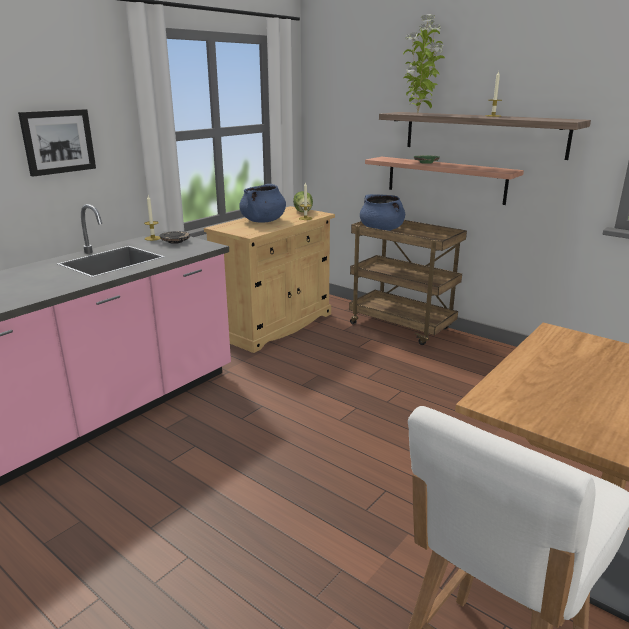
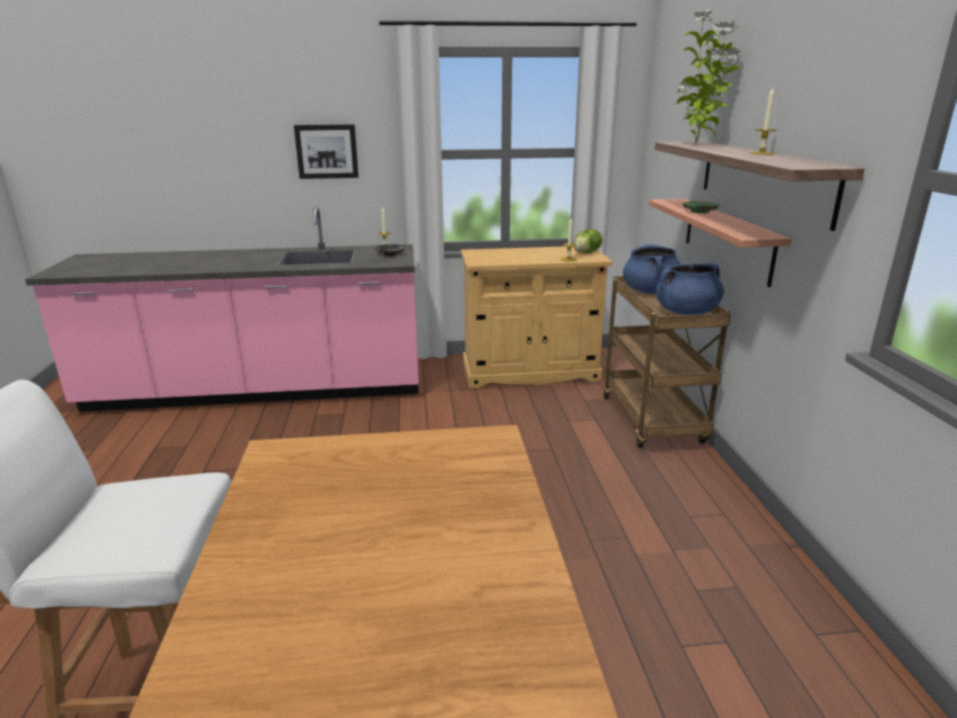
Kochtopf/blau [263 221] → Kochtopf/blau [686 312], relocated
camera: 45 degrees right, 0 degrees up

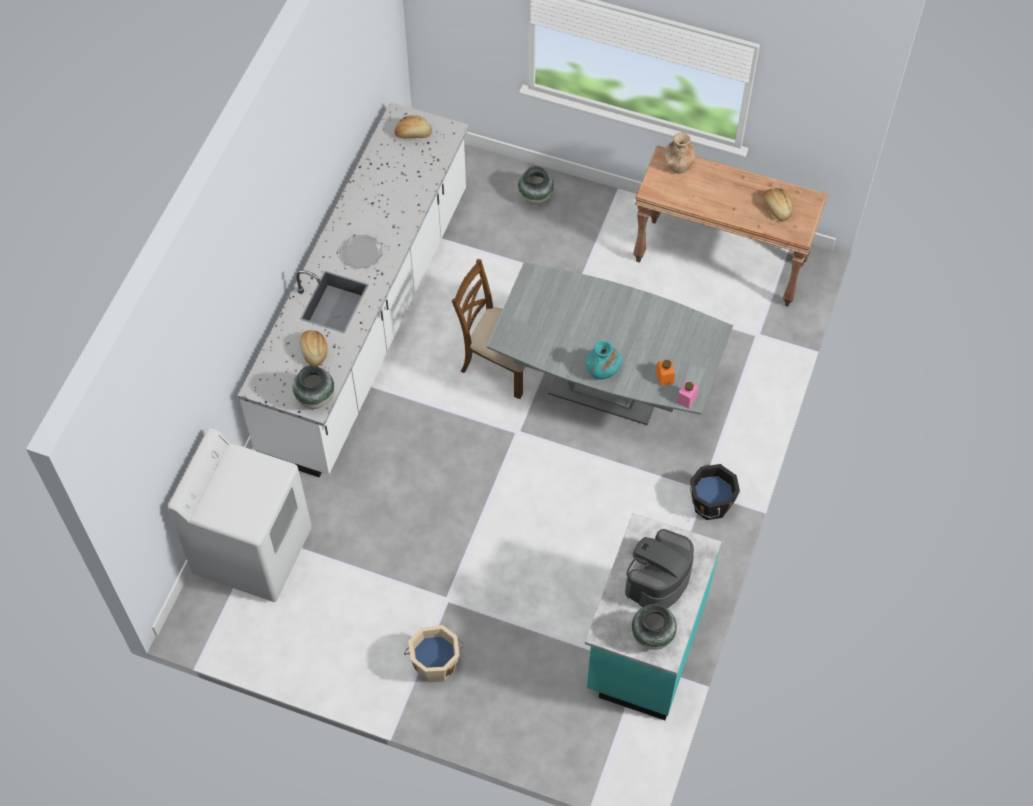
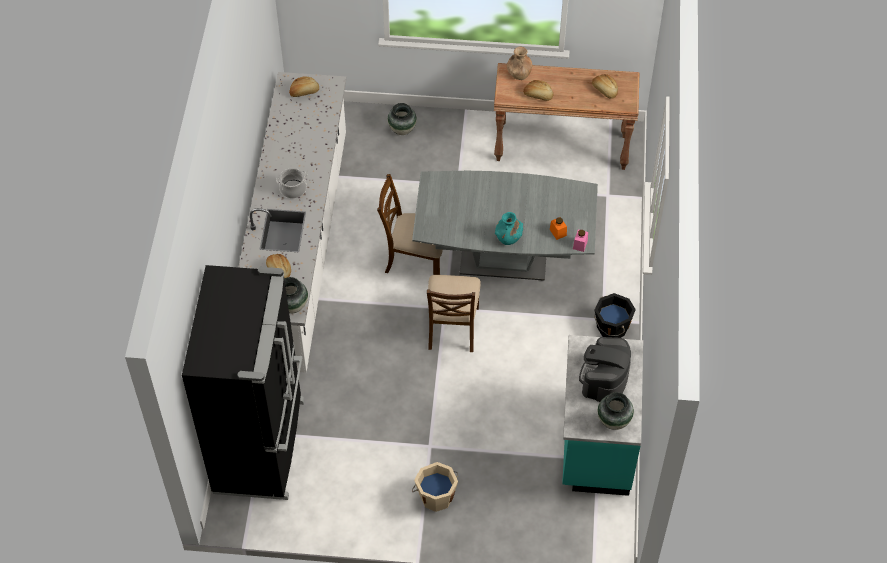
Waschmaschine/weiß [253 551] → Kühlschrank/schwarz [261 446]
Teller [362 253] → Kochtopf [293 189]
- → Stuhl/braun [452 327]
- → Brot [538 95]
camera: 15 degrees left, 5 degrees down

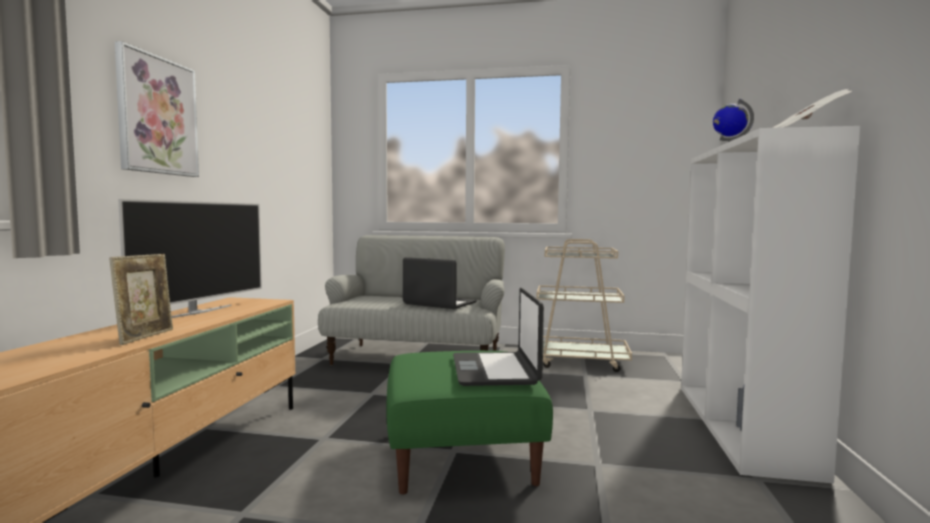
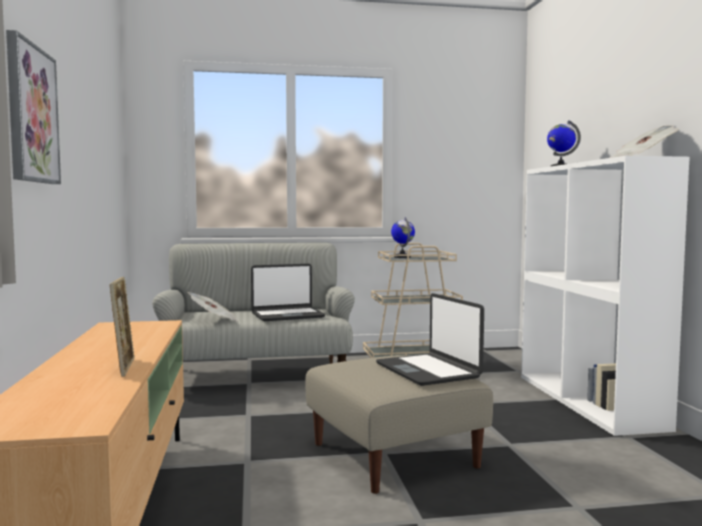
- → Zeitung [214 320]
Laptop [439 304] → Laptop [287 315], 150 degrees clockwise
Polsterhocker/grün [462 455] → Polsterhocker/beige [395 455]
- → Globus [402 257]
Fernseher [198 312] → -
camera: 20 degrees left, 0 degrees up

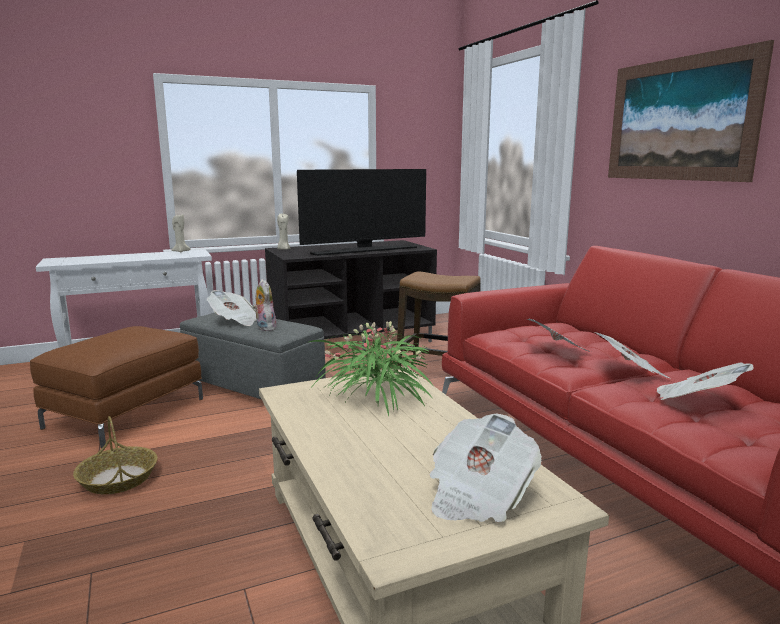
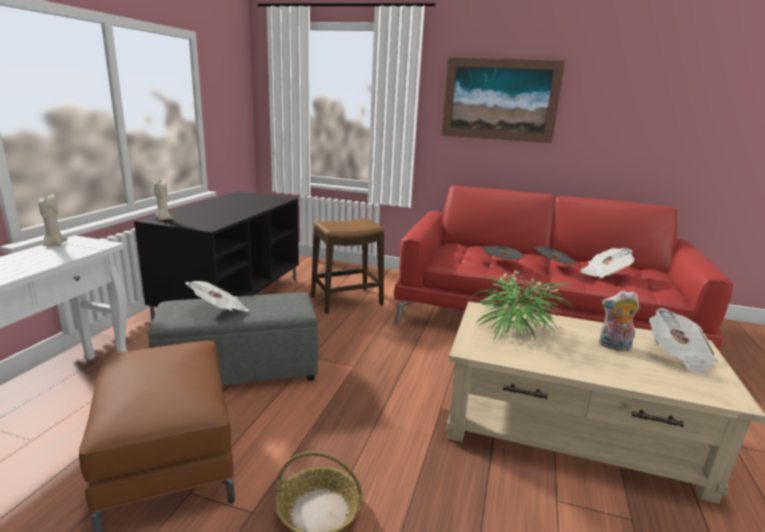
Plüschtier [264 328] → Plüschtier [613 346], relocated
Fernseher [365 251] → -
camera: 50 degrees left, 5 degrees up

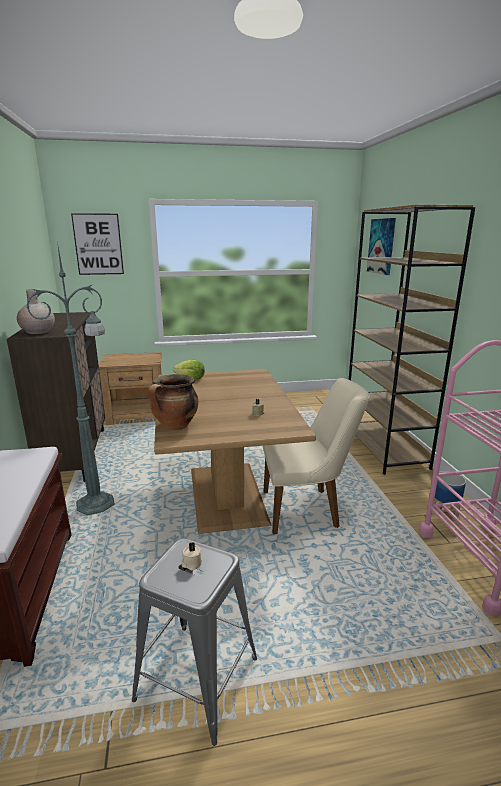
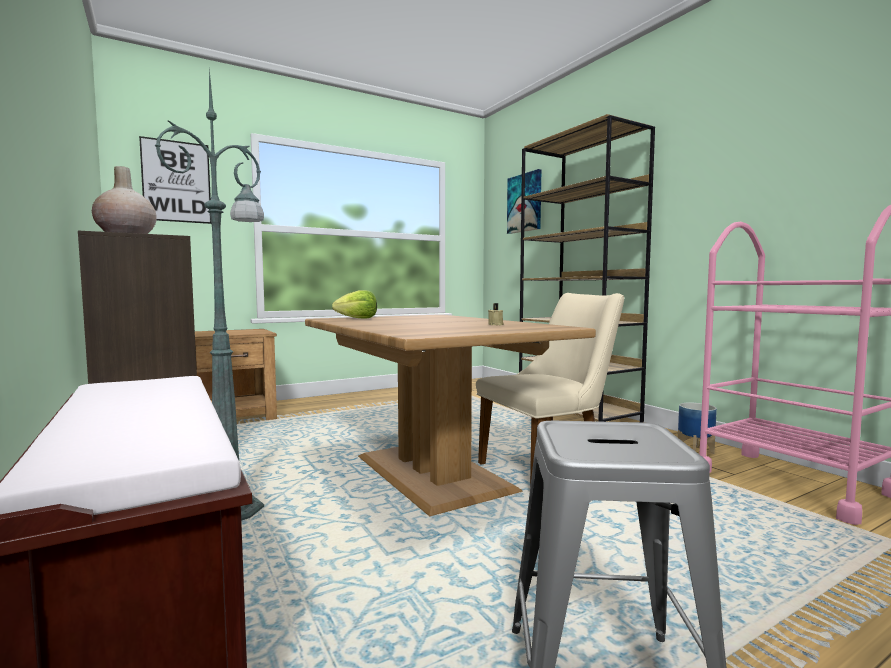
Kochtopf [175 426] → -
Kerze/beige [191 564] → -
camera: 20 degrees left, 15 degrees down

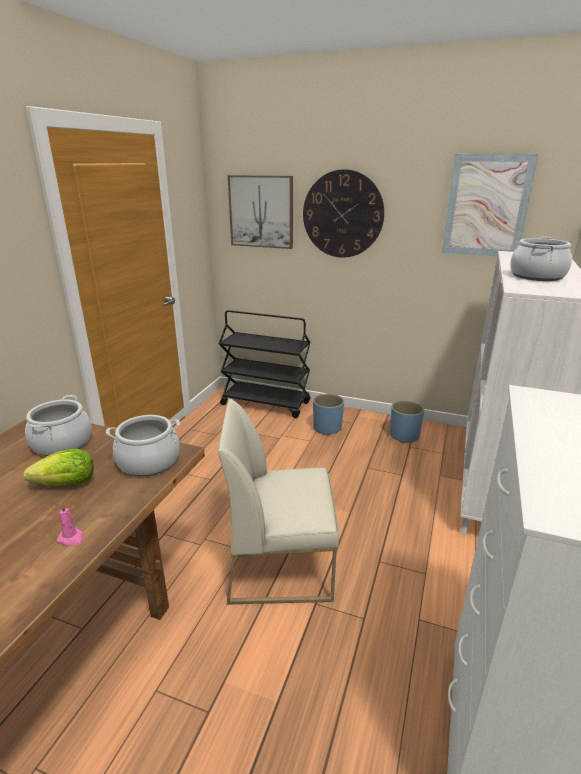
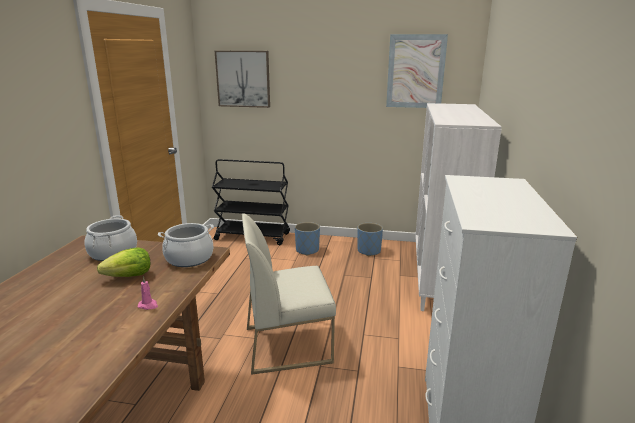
Wanduhr [342 214] → -
Kochtopf [537 276] → -
camera: 10 degrees left, 5 degrees down

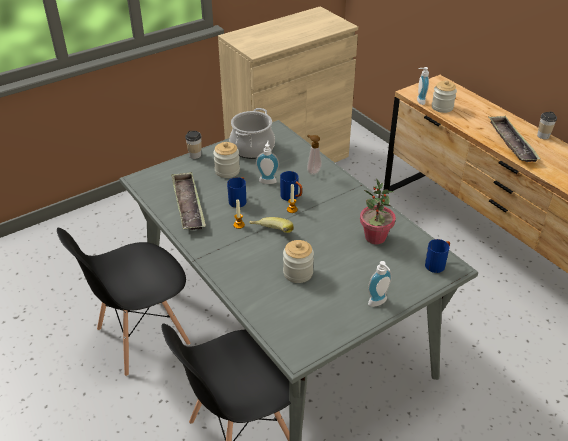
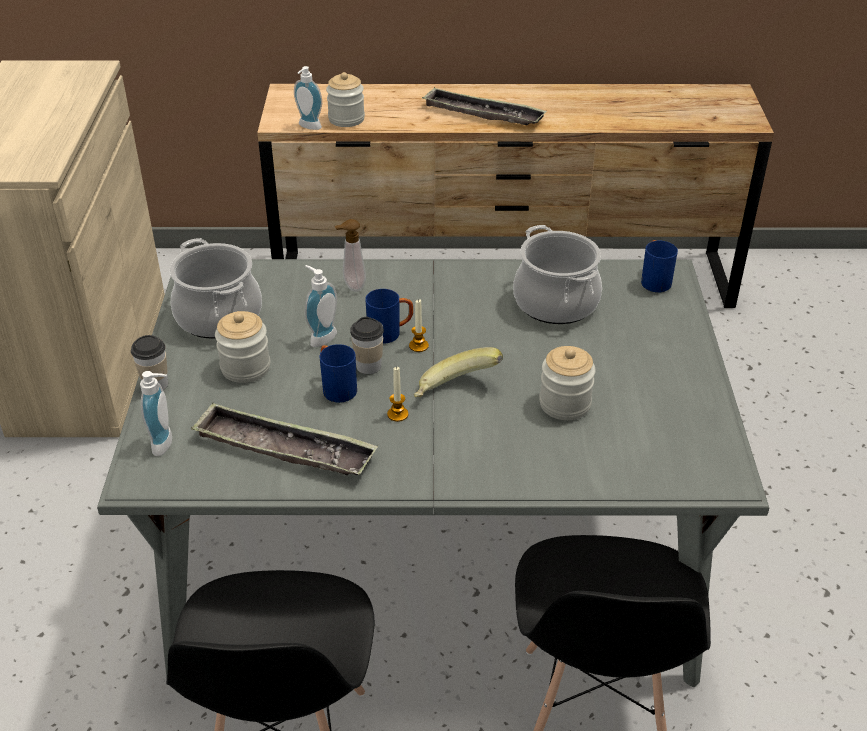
Seifenspender [379 303] → Seifenspender [166 443], relocated
Tasse [543 136] → Tasse [368 366], relocated
Topfpflanze [375 237] → Kochtopf [556 302]
camera: 55 degrees left, 0 degrees up

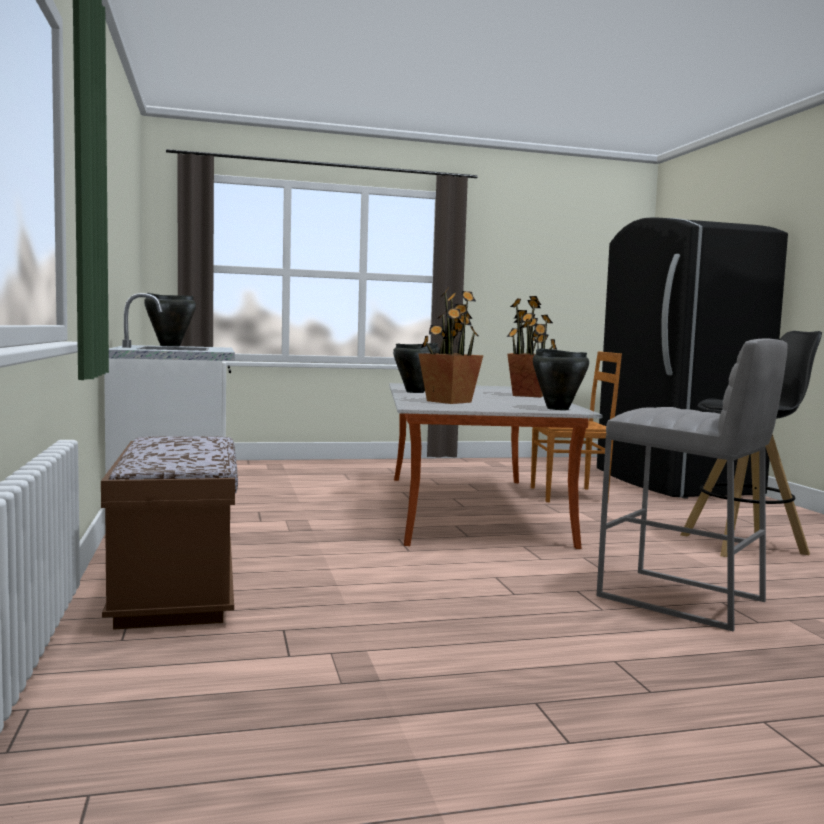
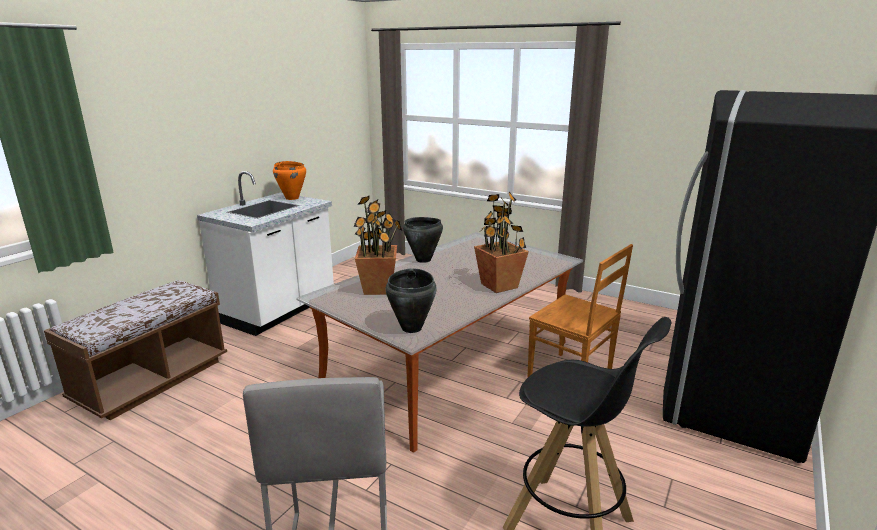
Kochtopf/schwarz [169 346] → Kochtopf/orange [292 198]
camera: 45 degrees right, 15 degrees up

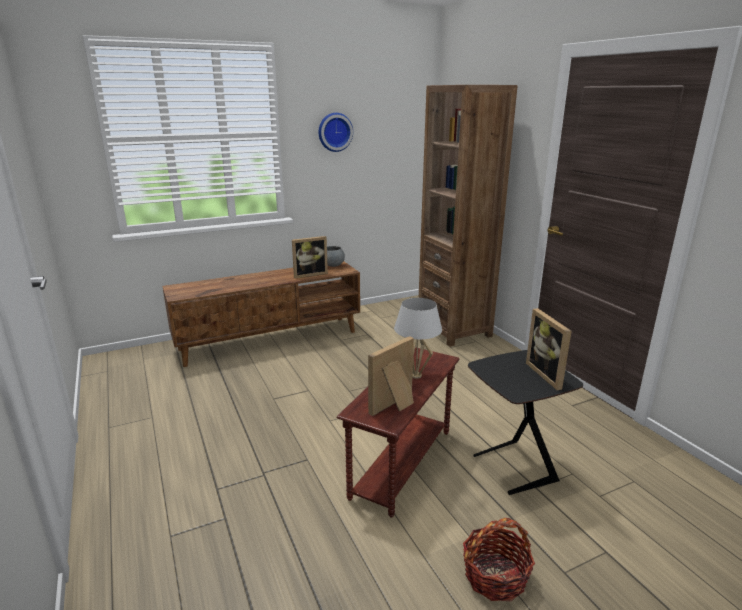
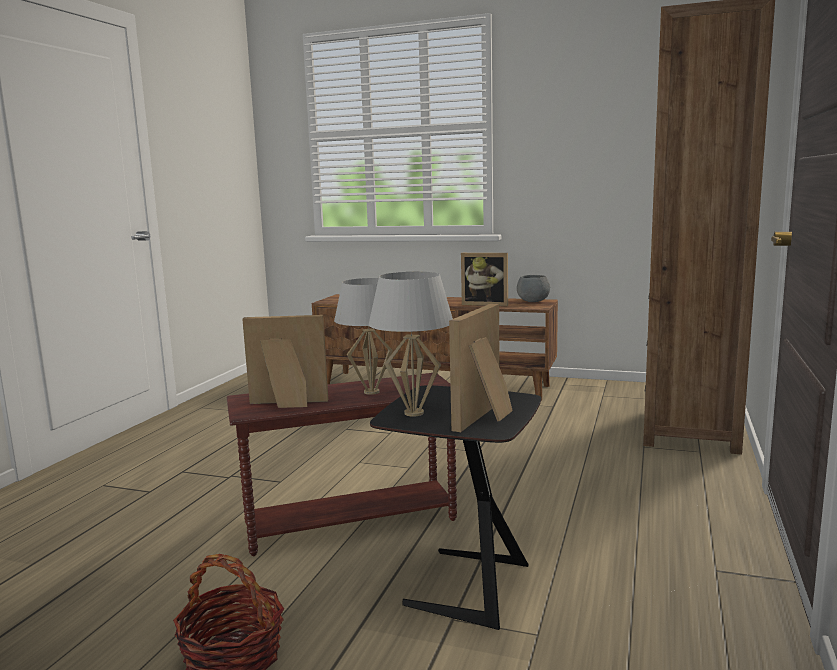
- → Tischlampe/weiß [414 413]
Wanduhr [334 132] → -
camera: 45 degrees right, 10 degrees down

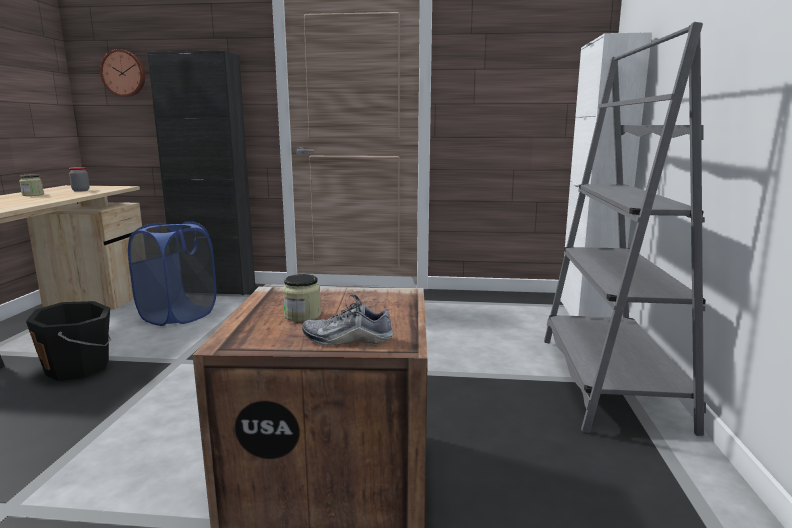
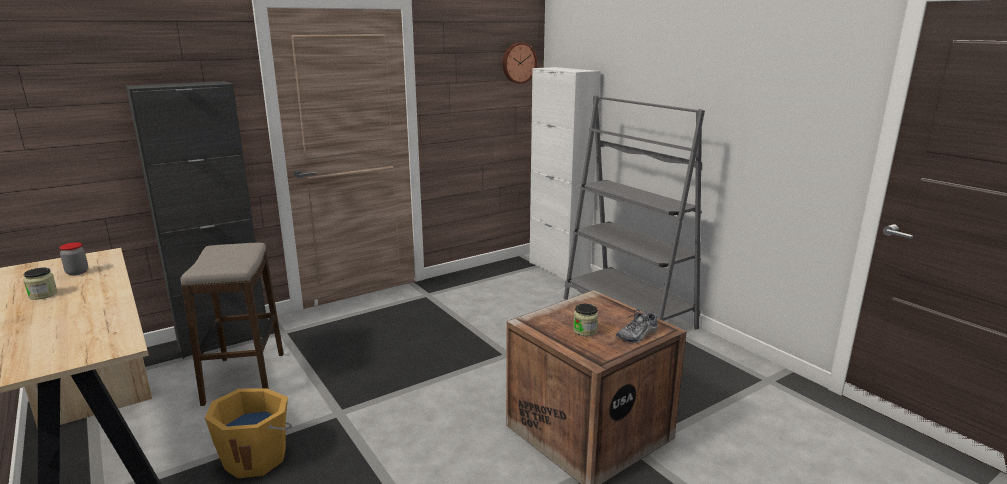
Wäschekorb/blau [178 316] → Hocker [245 378]
Eimer/schwarz [80 367] → Eimer/orange [257 457]
Wanduhr [124 73] → Wanduhr [518 63], relocated
camera: 40 degrees left, 5 degrees up

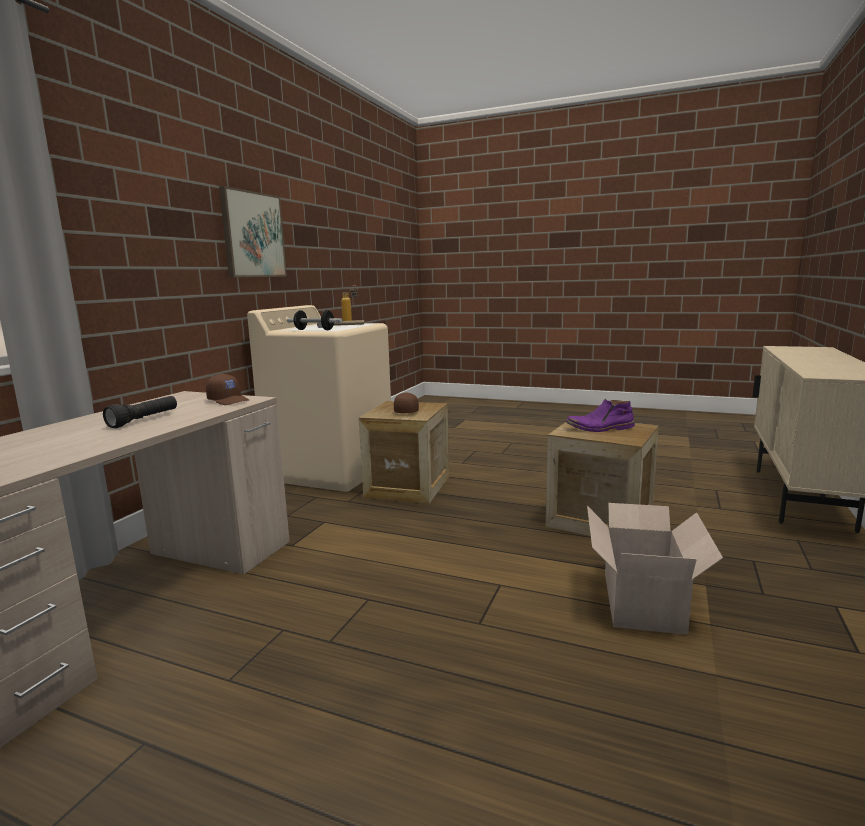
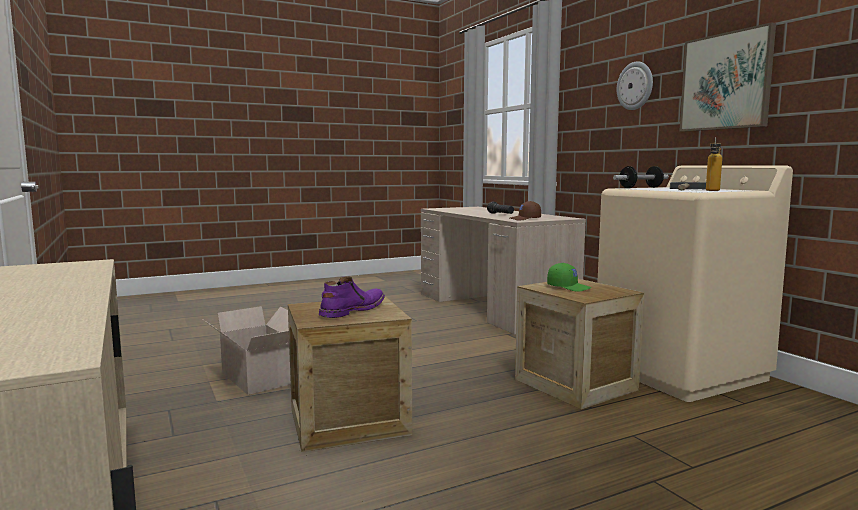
Kappe/braun [405 411] → Kappe/grün [568 287]
- → Wanduhr [635 86]
camera: 130 degrees right, 5 degrees down

